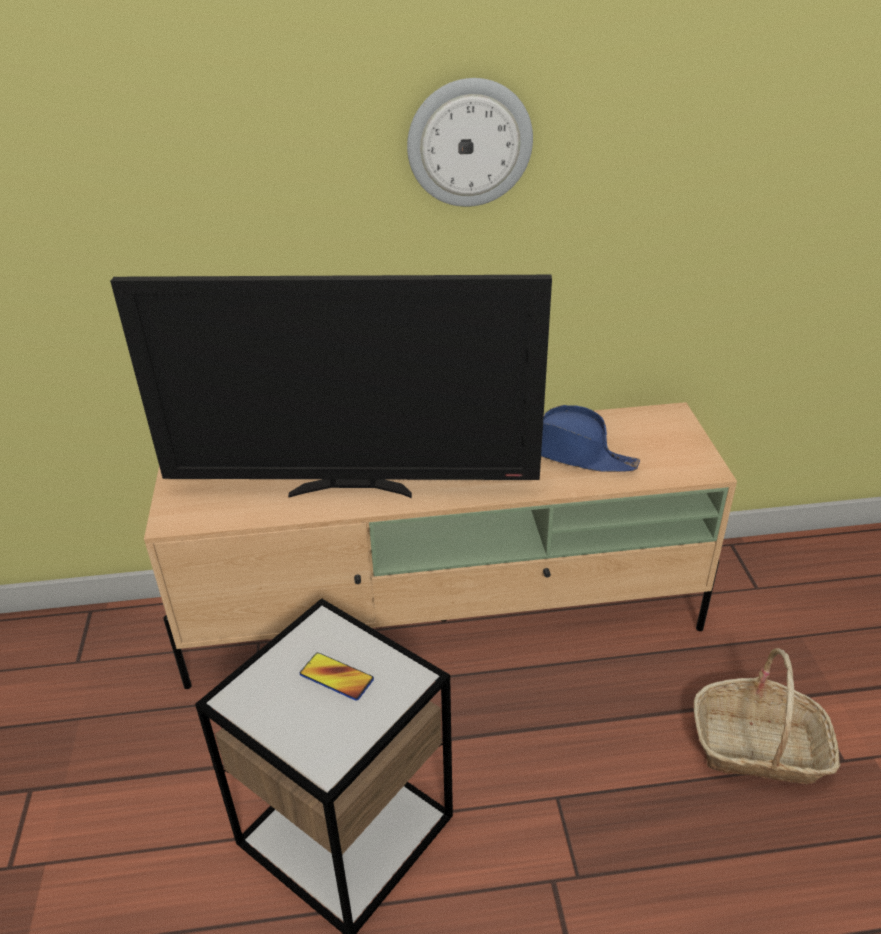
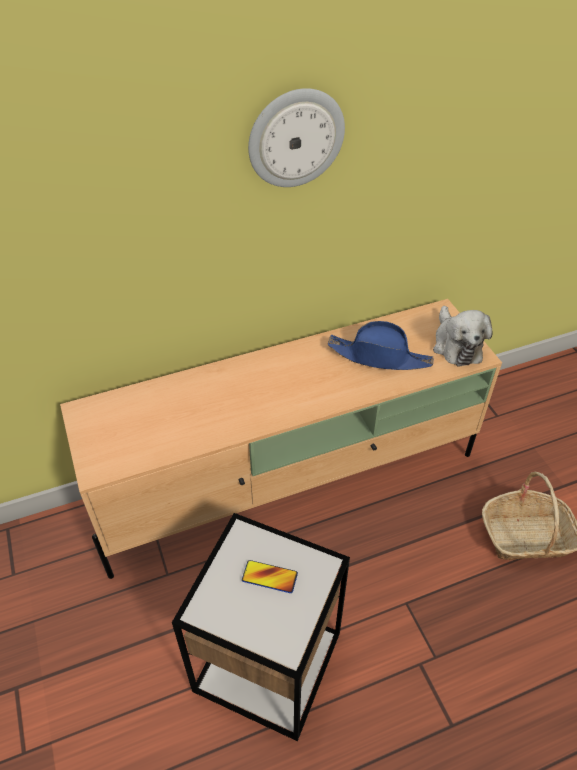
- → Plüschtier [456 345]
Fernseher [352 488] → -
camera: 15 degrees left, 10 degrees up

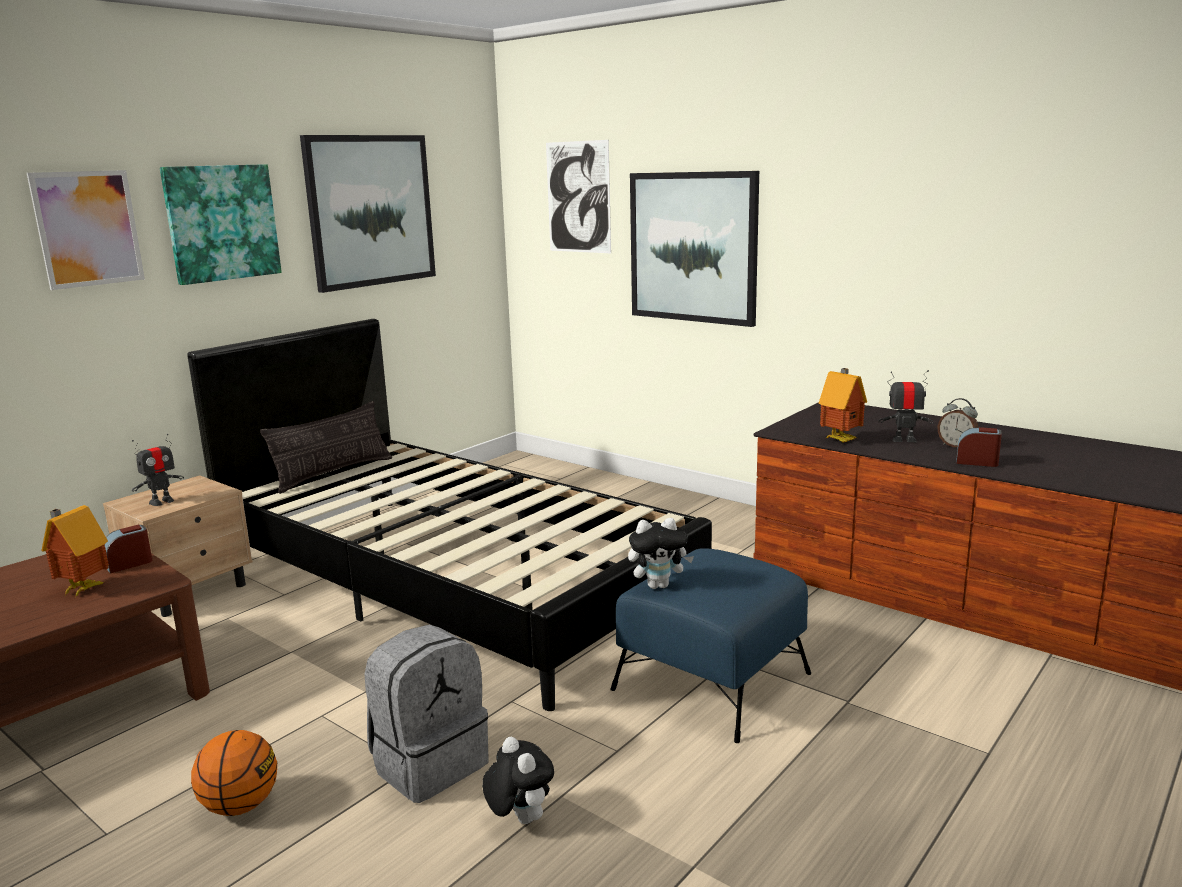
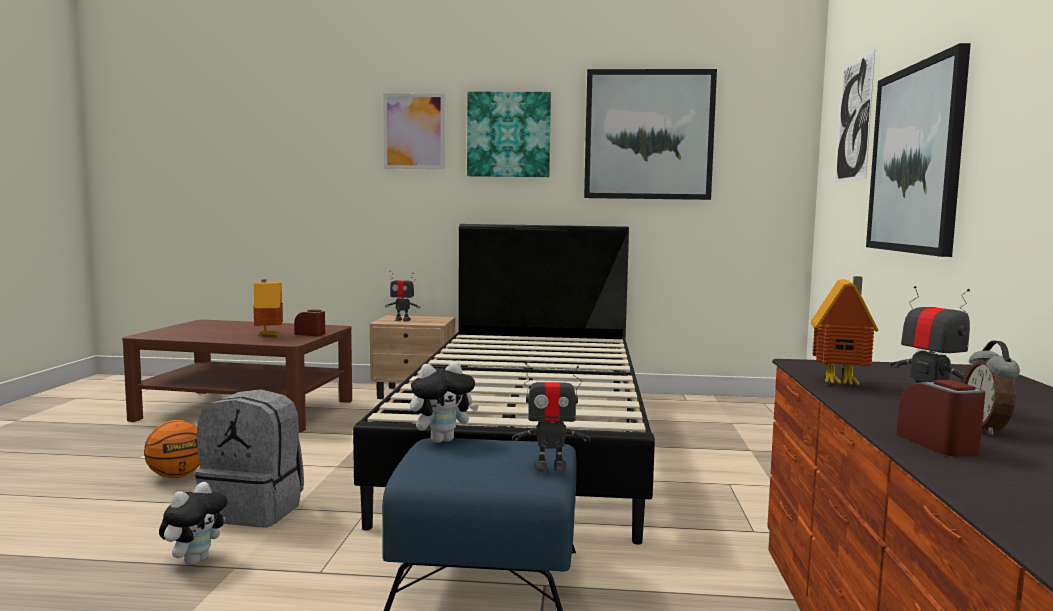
Plüschtier [659 585] → Plüschtier [442 440], 75 degrees counterclockwise
- → Spielzeugroboter [550 467]
Kissen [333 473] → -
camera: 55 degrees right, 10 degrees down

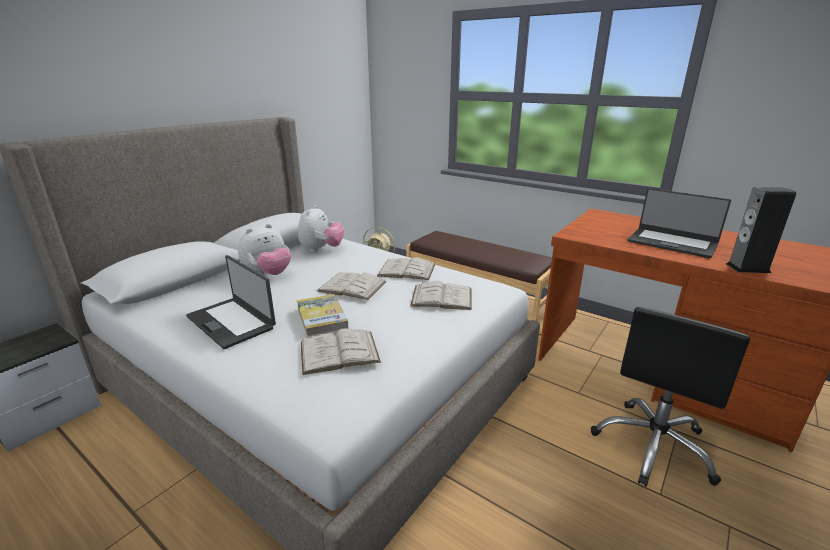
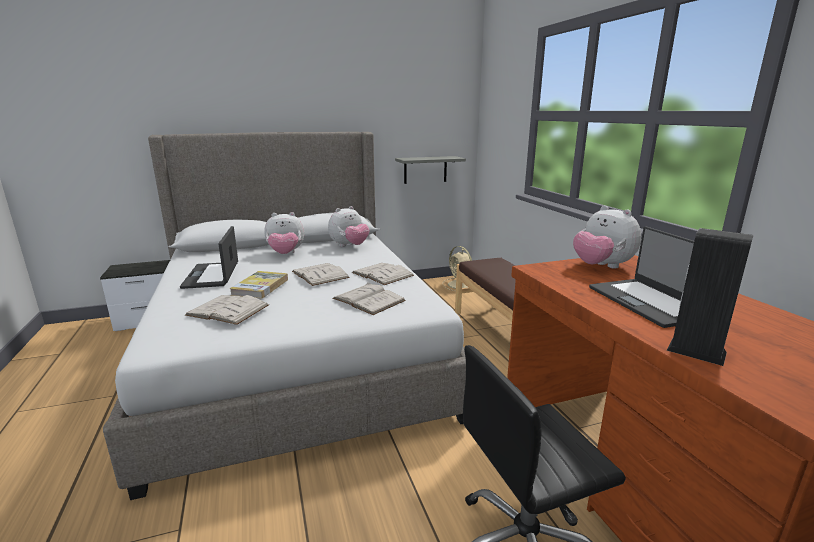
- → Wandregal/grau [425 169]
- → Plüschtier [601 266]
camera: 35 degrees right, 5 degrees down

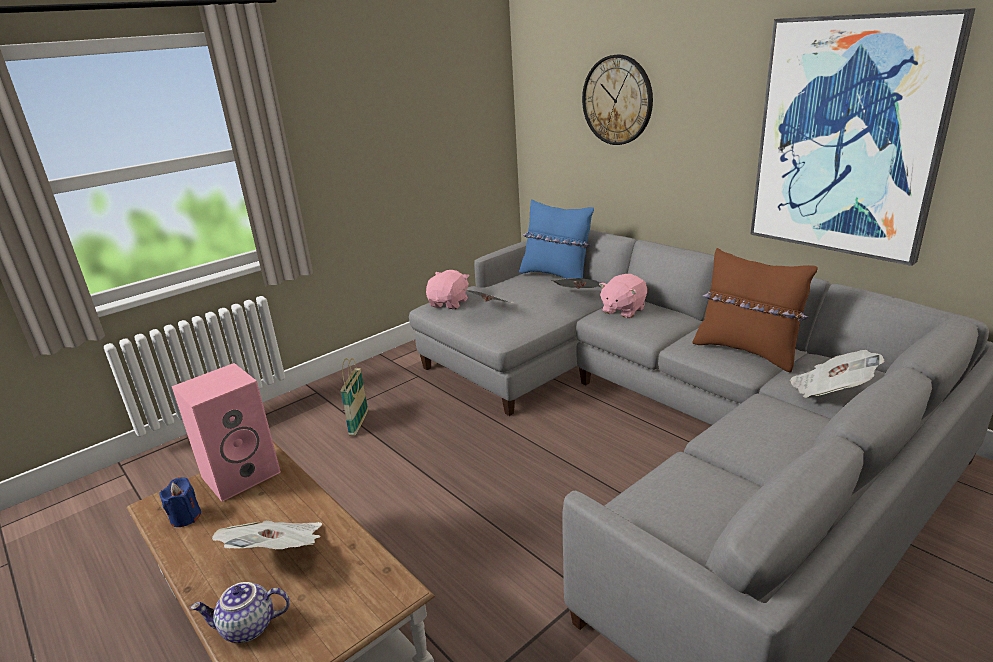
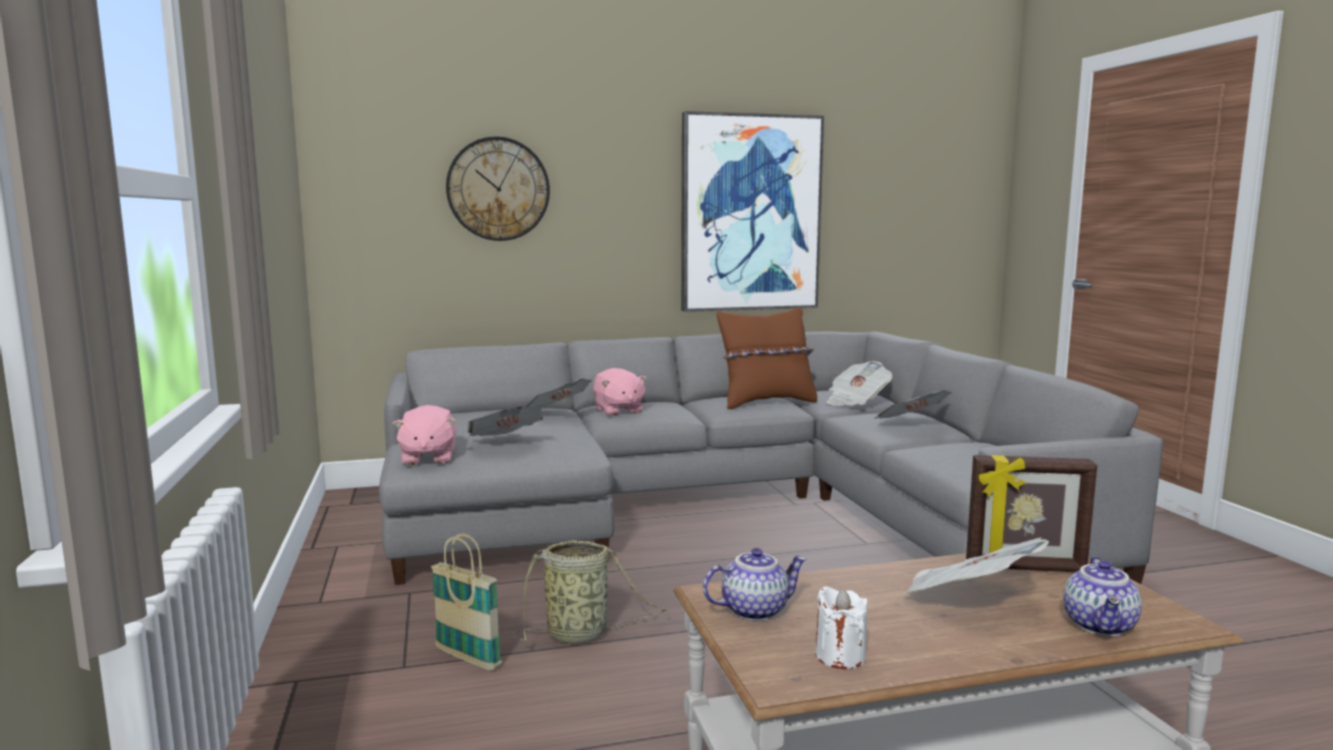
Plüschtier/rosa [449 303] → Plüschtier/rosa [427 458], 150 degrees counterclockwise
- → Korb [581 634]
Lautsprecher/rosa [242 473] → Teekanne [754 610]
Kerze/blau [185 517] → Kerze/weiß [840 656]
- → Zeitung [910 425]
- → Bilderrahmen [1025 568]
Kissen/blau [556 276] → -
camera: 65 degrees left, 15 degrees down

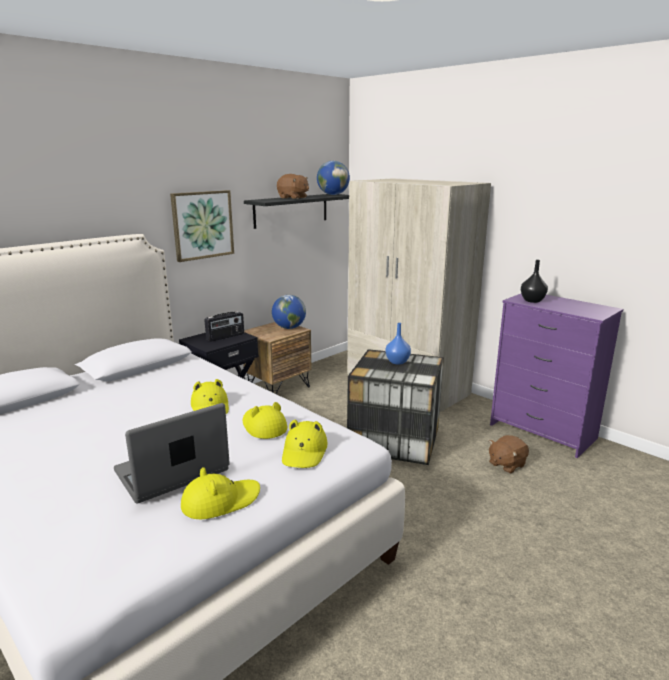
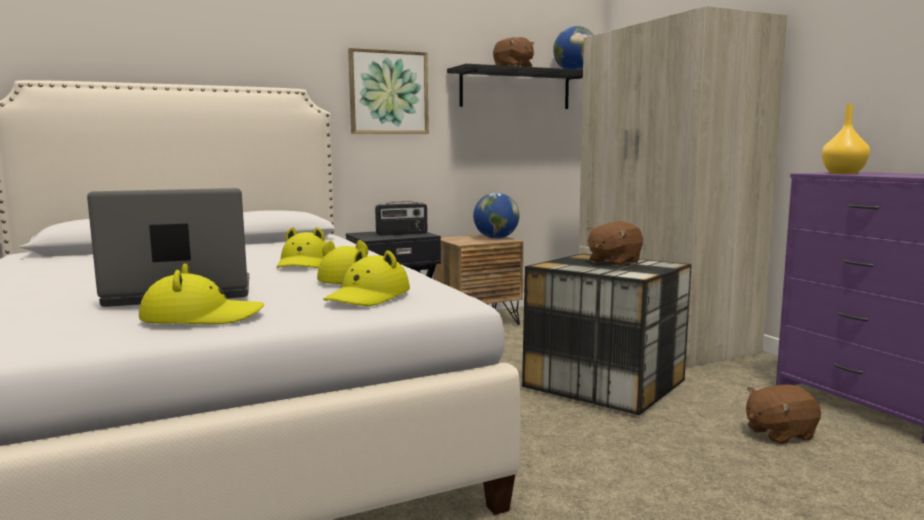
Vase/blau [398 362] → Plüschtier/braun [613 262]
Vase/schwarz [532 300] → Vase/gelb [843 173]
camera: 20 degrees right, 10 degrees down

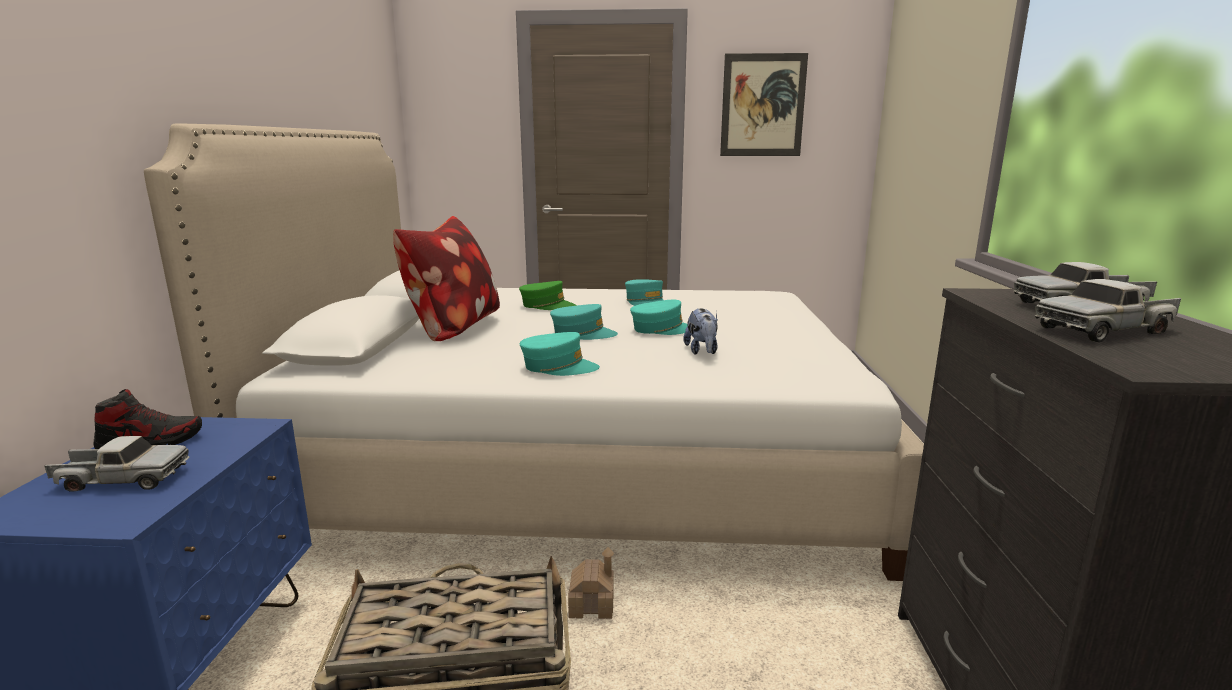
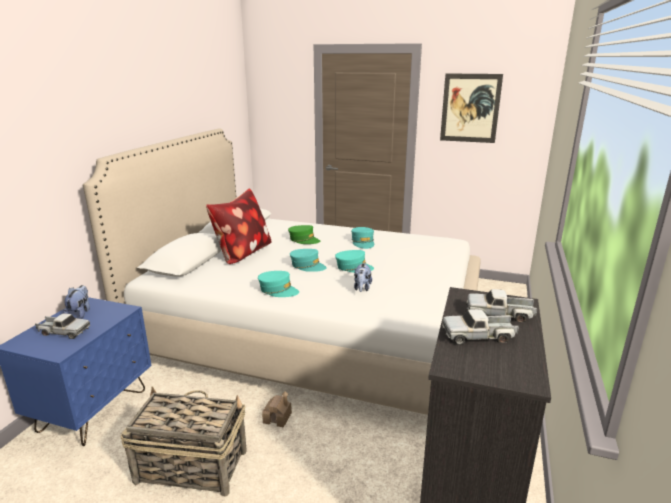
Schuh [151 442] → Plüschtier [80 313]
camera: 15 degrees right, 5 degrees up

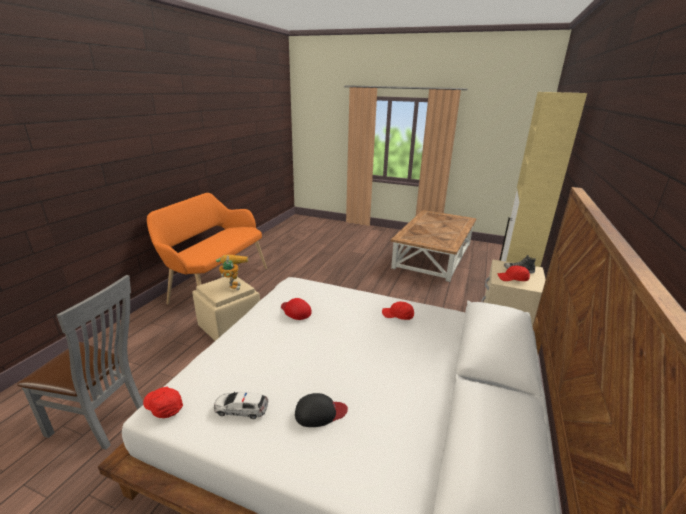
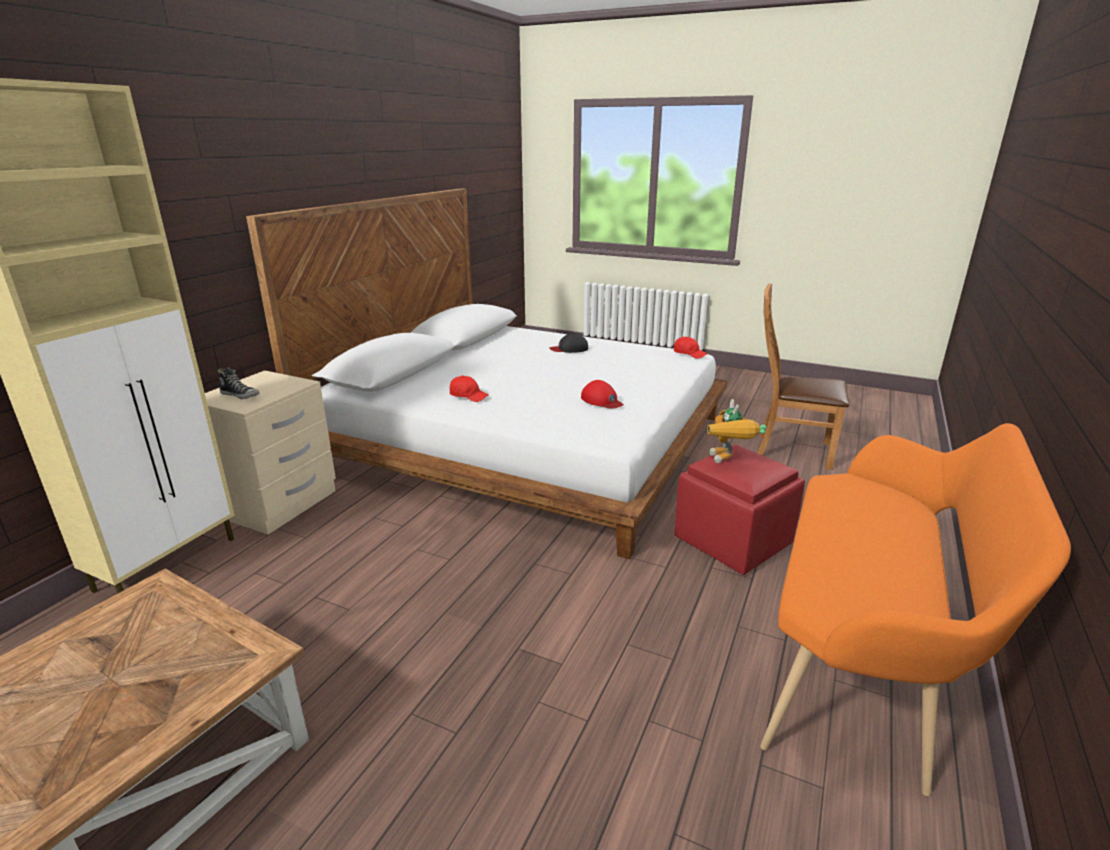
Polsterhocker/beige [229 327] → Polsterhocker/rot [734 541]
Stuhl/grau [103 421] → Stuhl/braun [788 449]
Spielzeugauto [241 409] → -
Kappe/rot [513 279] → -
camera: 175 degrees left, 0 degrees up

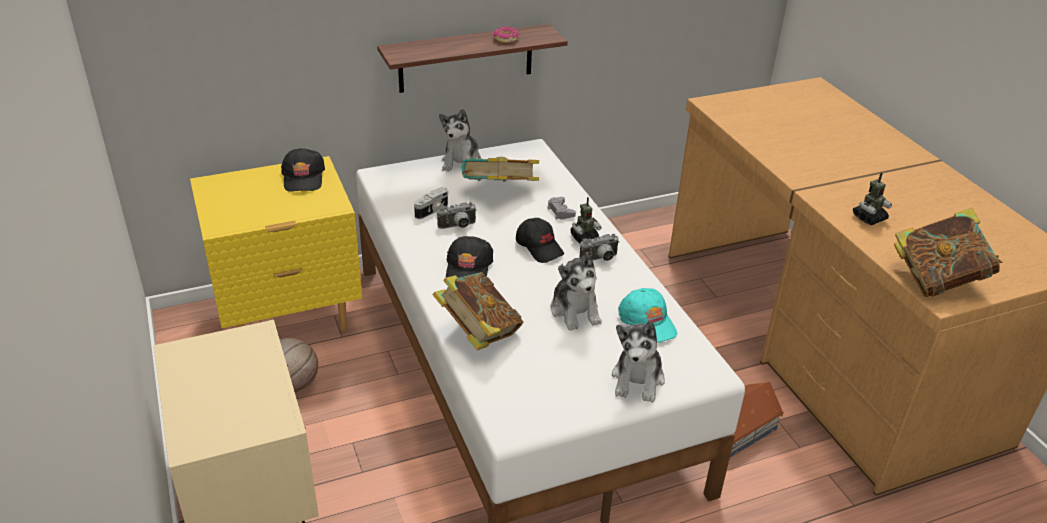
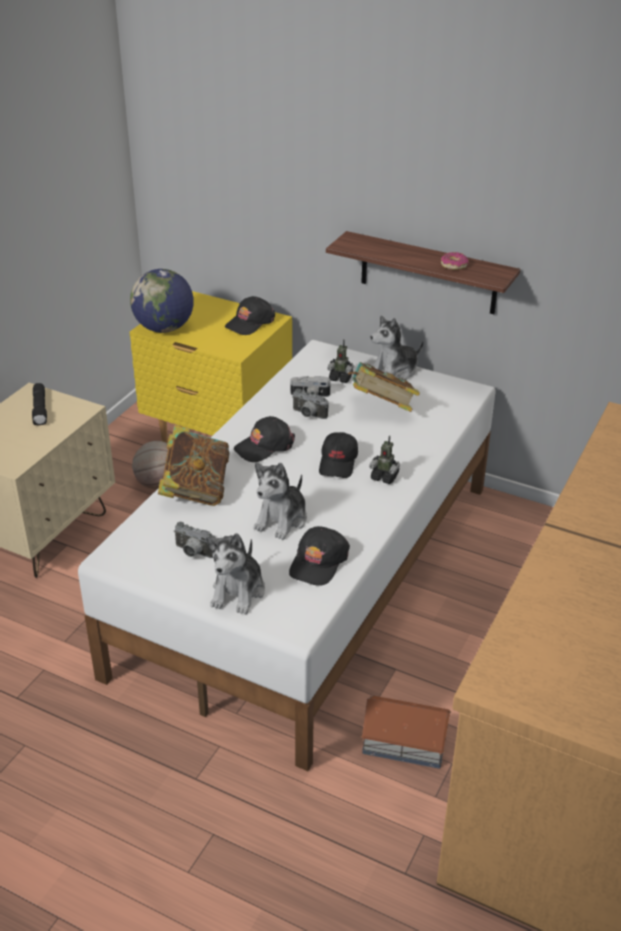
- → Taschenlampe/schwarz [40 410]
- → Globus [164 328]
Kamera [600 259] → Kamera [193 553], relocated
Plüschtier [638 379] → Plüschtier [238 591], 45 degrees counterclockwise
Kappe/türkis [647 322] → Kappe/schwarz [318 562]
Spielzeugroboter [869 218] → Spielzeugroboter [340 378], relocated
Gamepad/grau [560 211] → -
Buch [937 280] → -
camera: 50 degrees right, 0 degrees up

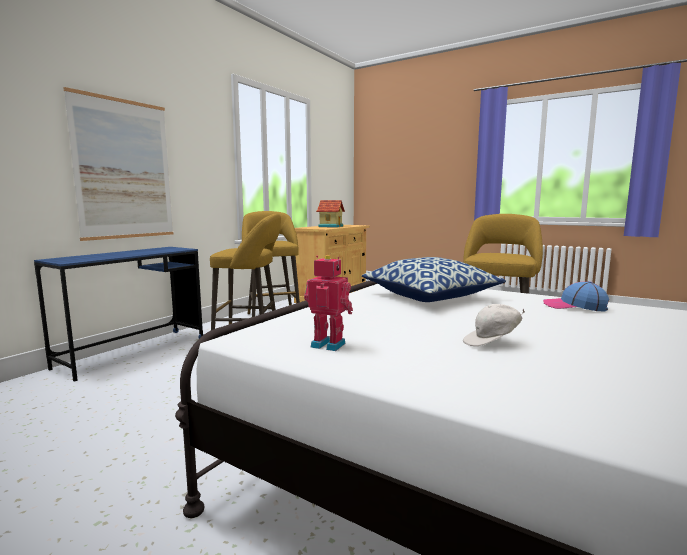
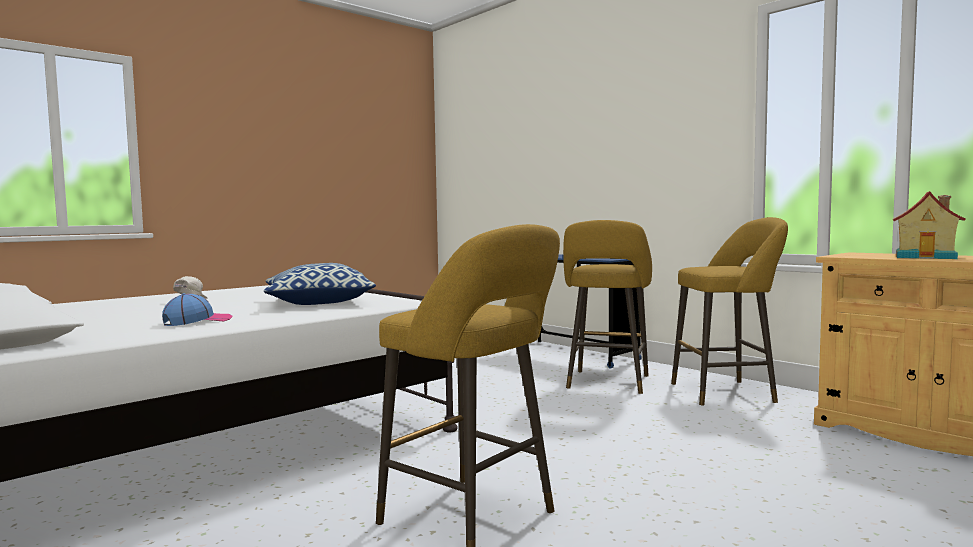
Bild [124 169] → -
Spielzeugroboter [329 344] → -
camera: 105 degrees right, 5 degrees down

